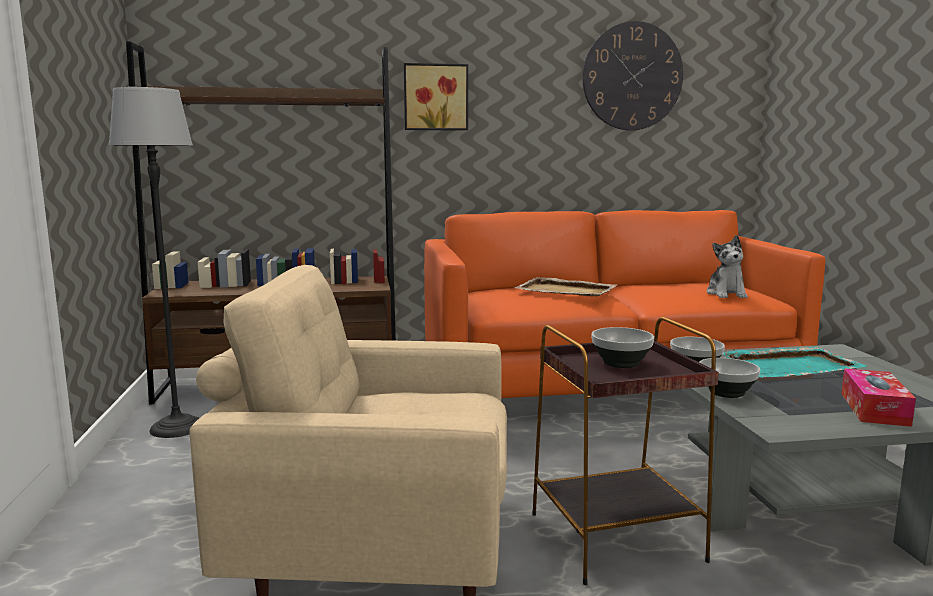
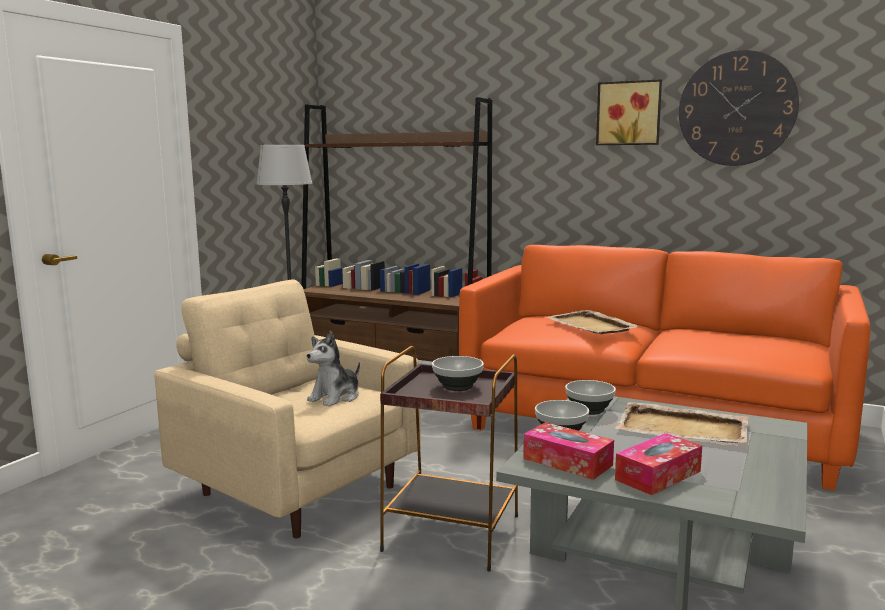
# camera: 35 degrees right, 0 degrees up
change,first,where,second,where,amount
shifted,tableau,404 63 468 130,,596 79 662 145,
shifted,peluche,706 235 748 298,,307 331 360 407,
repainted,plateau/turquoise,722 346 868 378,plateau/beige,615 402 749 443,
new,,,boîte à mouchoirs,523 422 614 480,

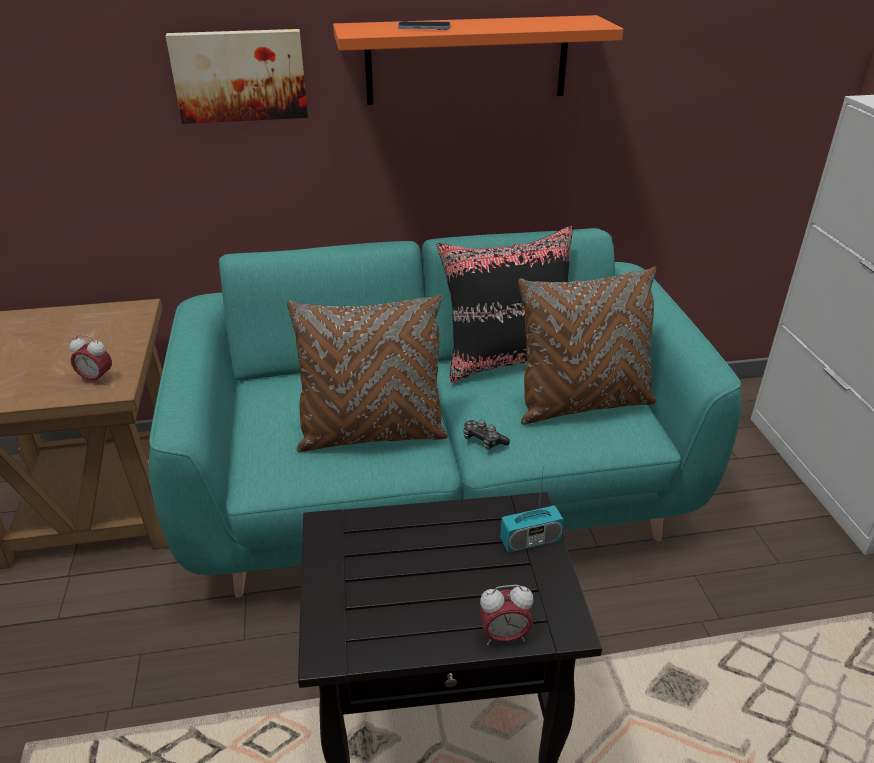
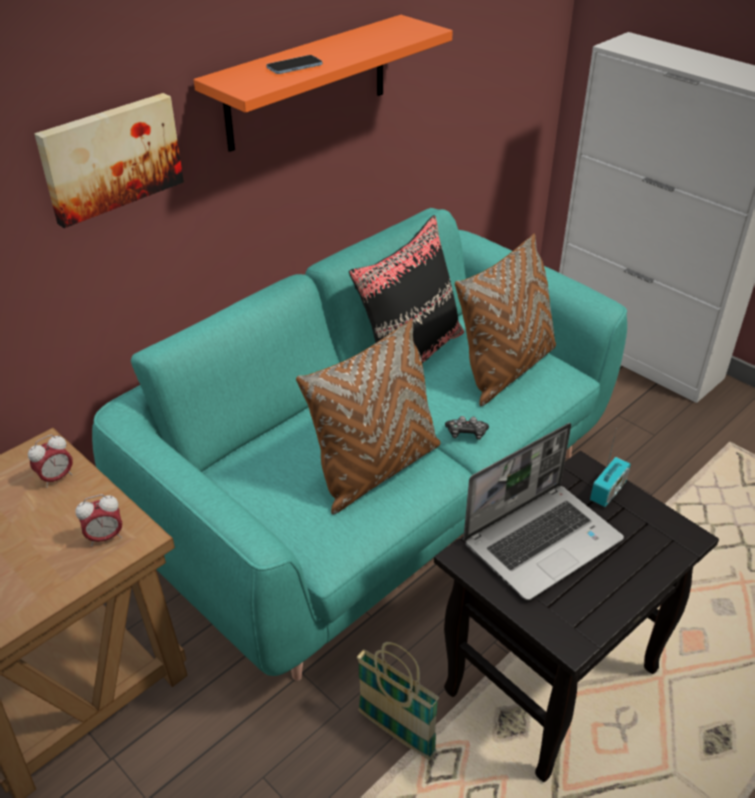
# camera: 35 degrees left, 5 degrees up
change,first,where,second,where,amount
shifted,réveil,479 585 534 645,,28 435 73 488,
new,,,ordinateur portable,463 423 624 600,
new,,,panier,356 642 439 760,

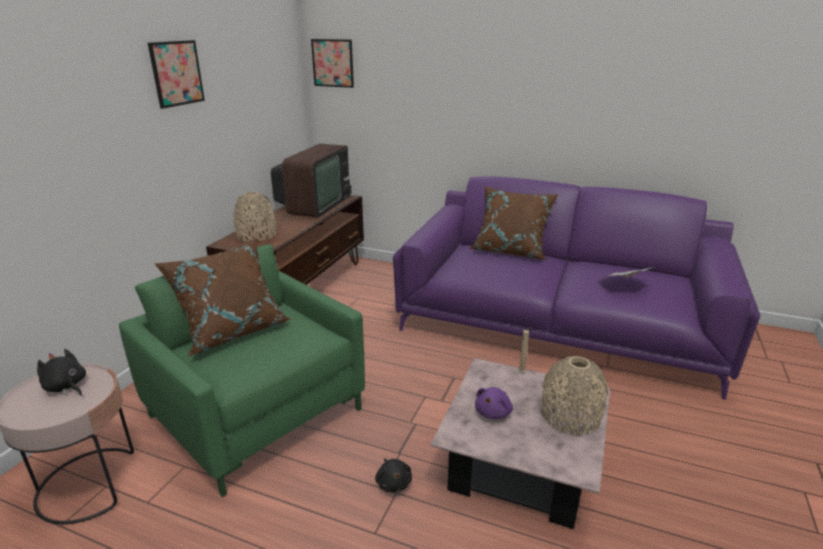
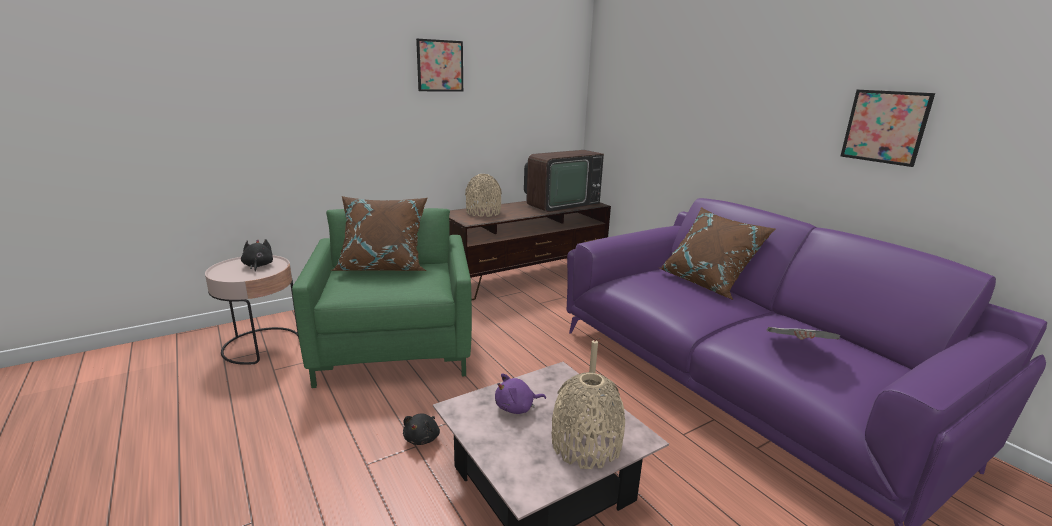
# camera: 35 degrees right, 5 degrees down
change,first,where,second,where,amount
shifted,tableau,311 39 354 88,,841 90 935 167,

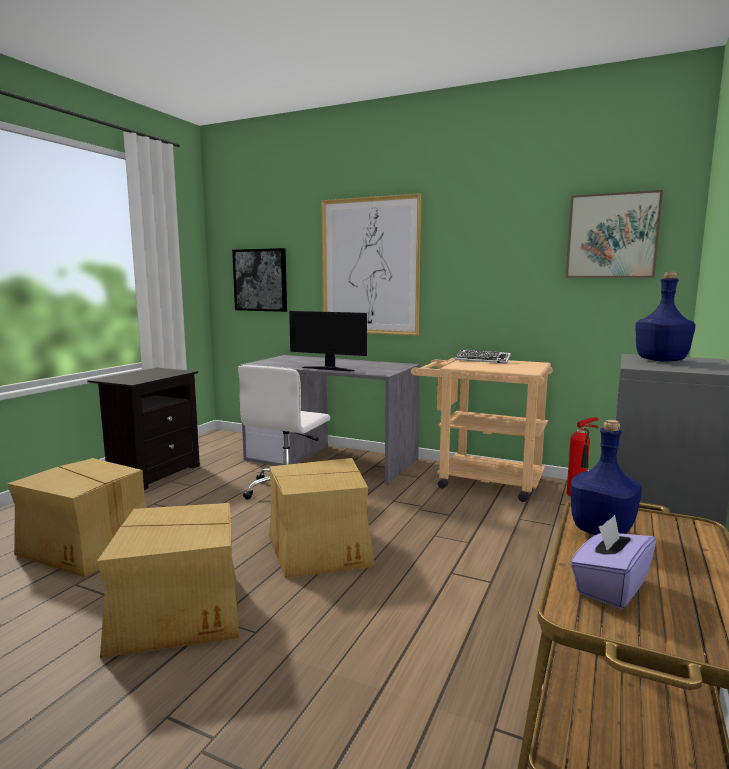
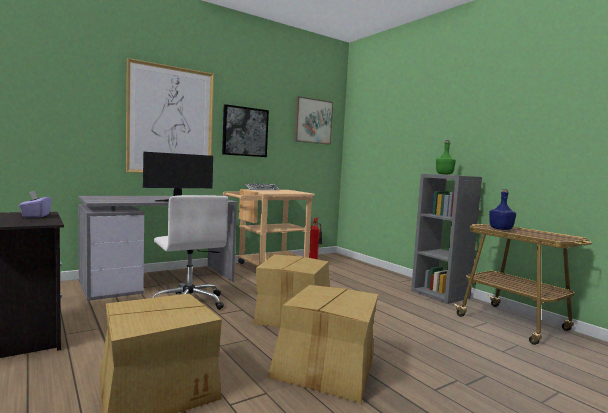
# camera: 60 degrees left, 5 degrees down
change,first,where,second,where,amount
shifted,tableau,232 248 287 312,,222 104 269 157,
repainted,bouteille/bleu,635 271 696 361,bouteille/vert,436 140 456 175,
shifted,boîte à mouchoirs/violet,570 515 656 609,,19 191 52 218,

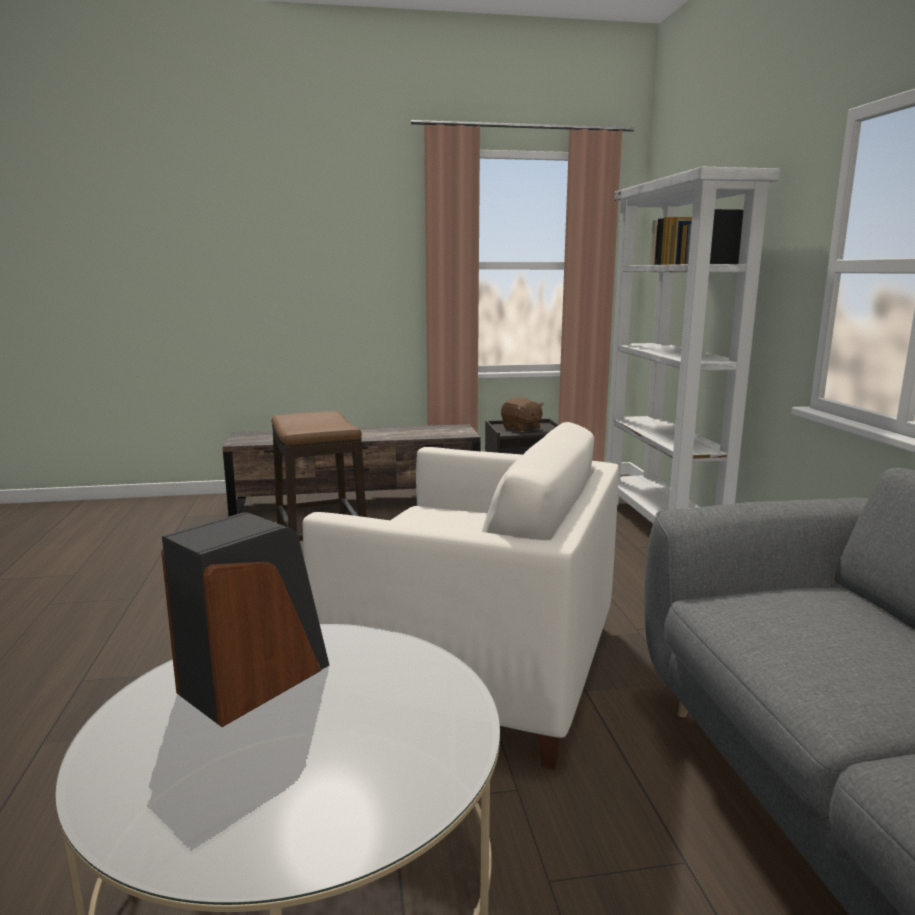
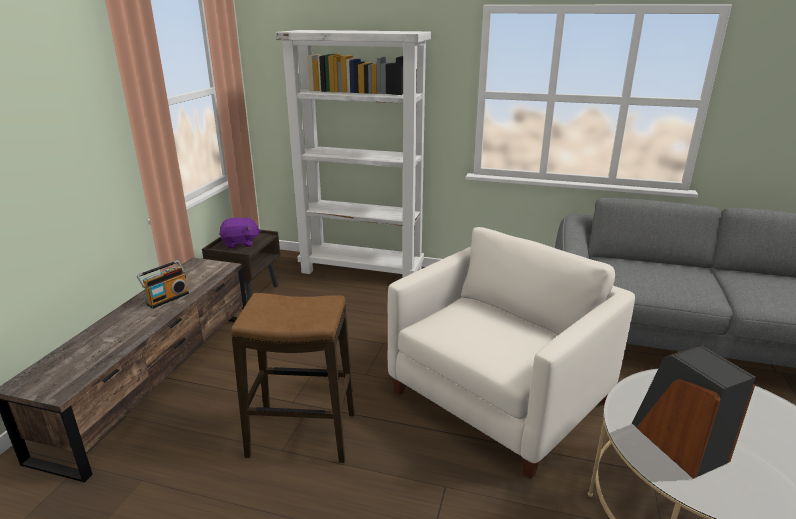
# camera: 65 degrees left, 10 degrees up
change,first,where,second,where,amount
repainted,peluche/marron,501 397 543 432,peluche/violet,219 217 261 248,
new,,,radio,137 260 189 309,

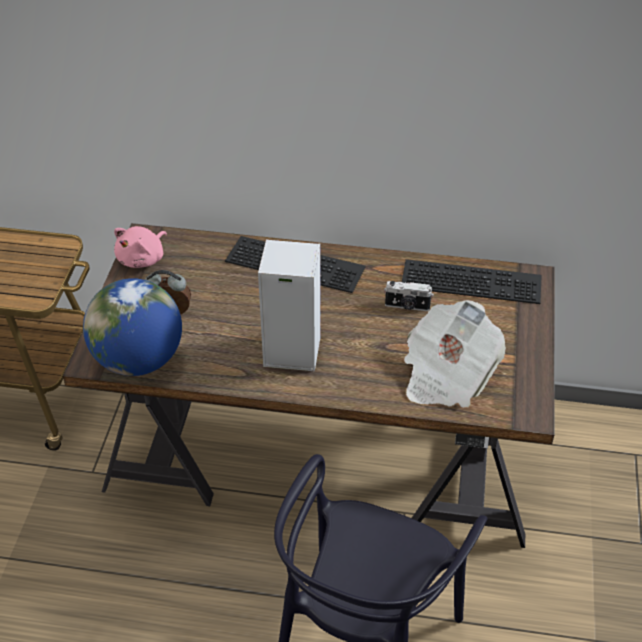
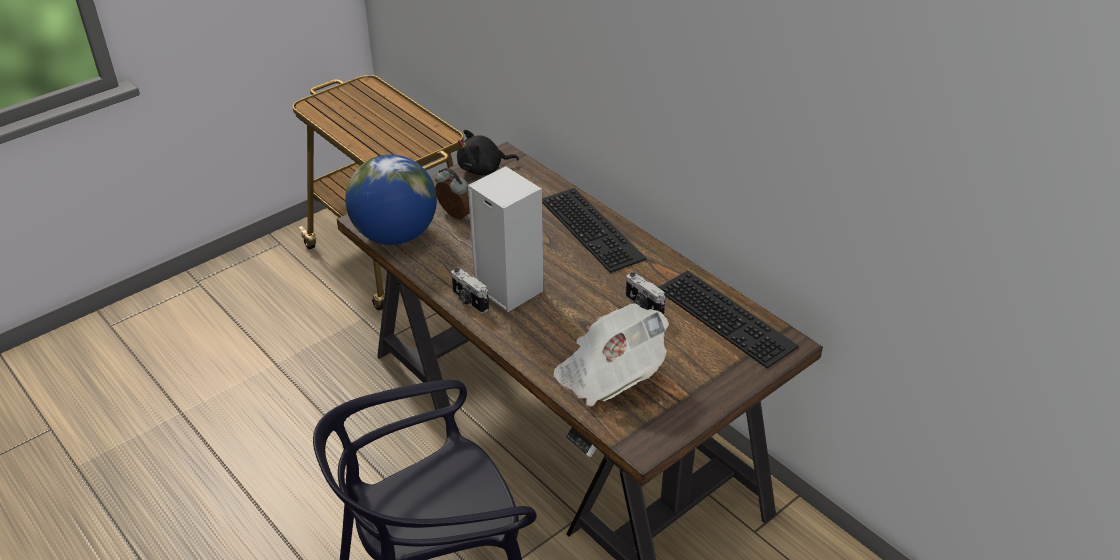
# camera: 40 degrees right, 5 degrees down
change,first,where,second,where,amount
repainted,peluche/rose,114 226 167 268,peluche/noir,457 130 519 176,
new,,,appareil photo,451 267 489 314,

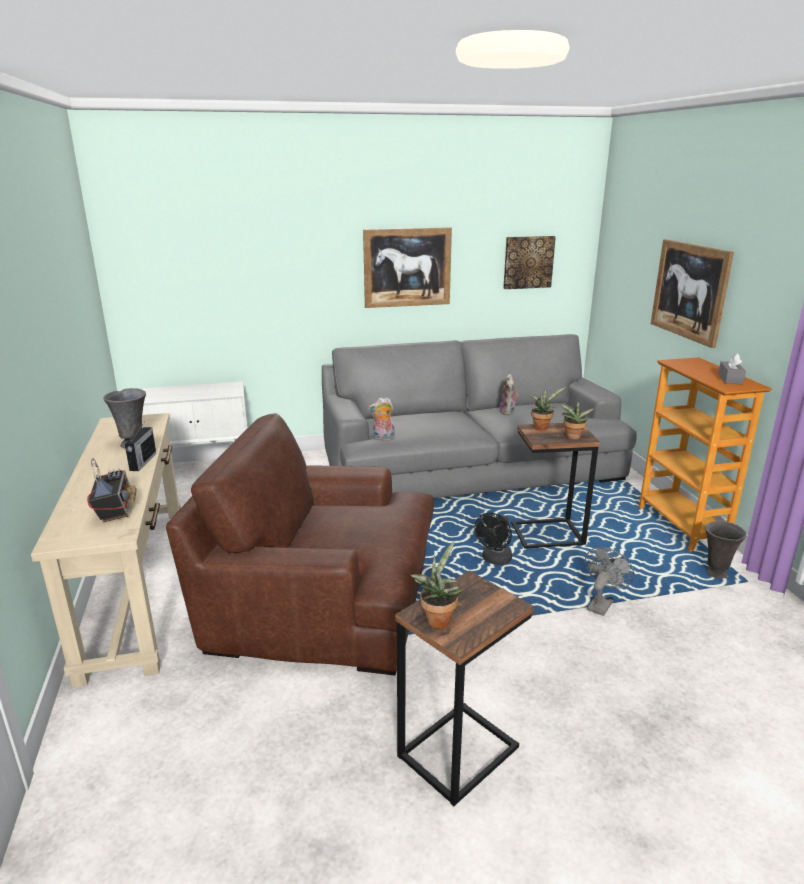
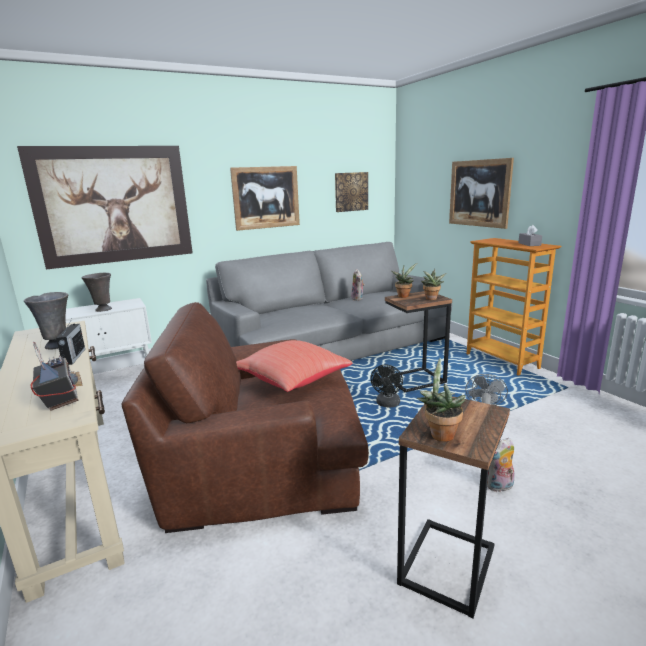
# camera: 15 degrees left, 5 degrees down
change,first,where,second,where,amount
shifted,peluche,368 397 395 441,,487 438 514 492,
shifted,vase/gris,705 521 747 579,,81 273 112 312,
new,,,tableau,17 146 193 269,
new,,,coussin/rouge,236 340 352 392,

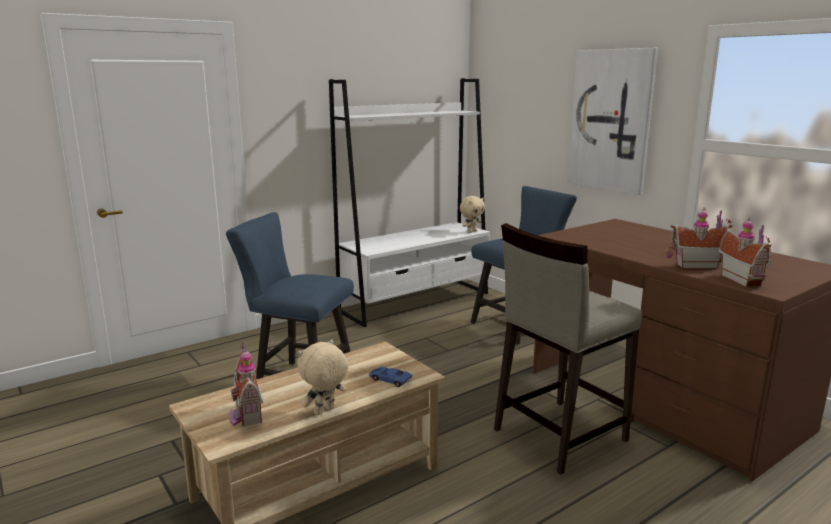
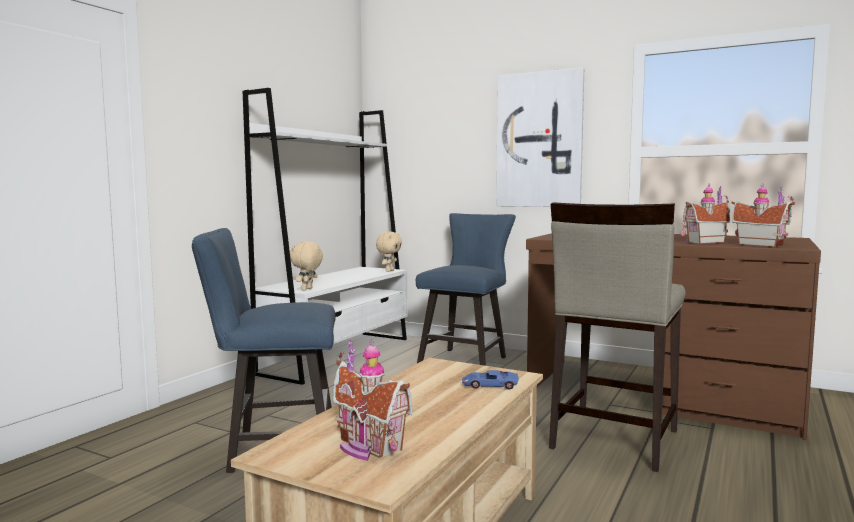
# camera: 25 degrees left, 10 degrees down
change,first,where,second,where,amount
shifted,peluche/beige,297 339 349 415,,290 241 323 291,

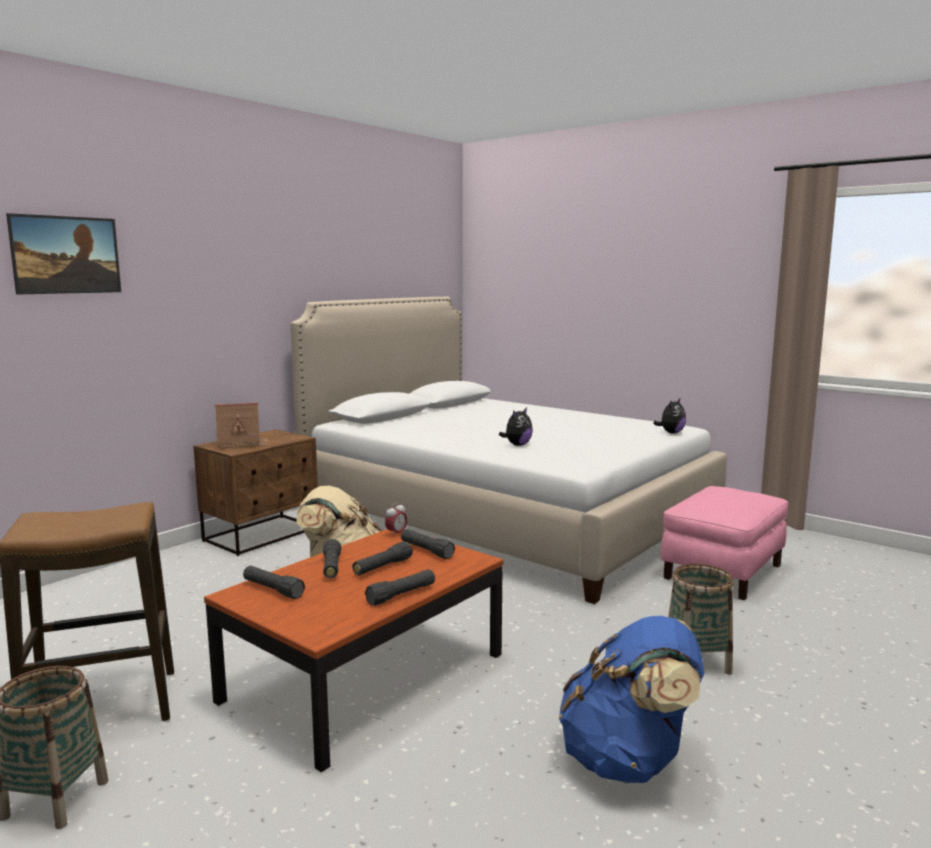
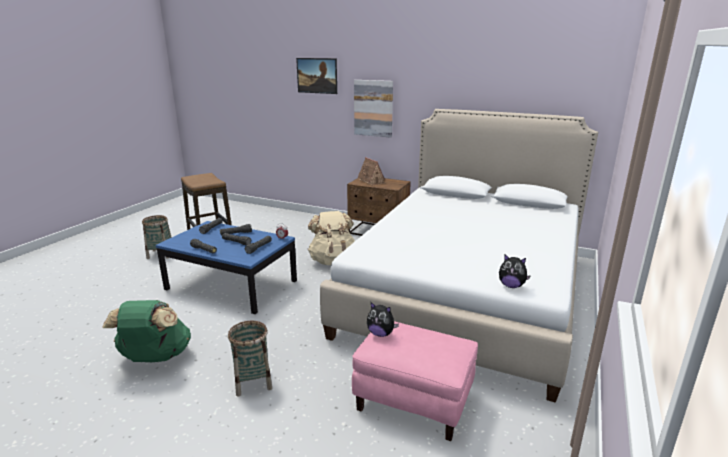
# camera: 75 degrees right, 10 degrees up
change,first,where,second,where,amount
shifted,peluche,499 407 533 446,,367 302 399 337,
repainted,table basse/marron,204 529 503 772,table basse/bleu,156 221 297 314,
repainted,sac à dos/bleu,559 616 704 783,sac à dos/vert,102 300 191 362,
new,,,tableau,354 80 393 138,

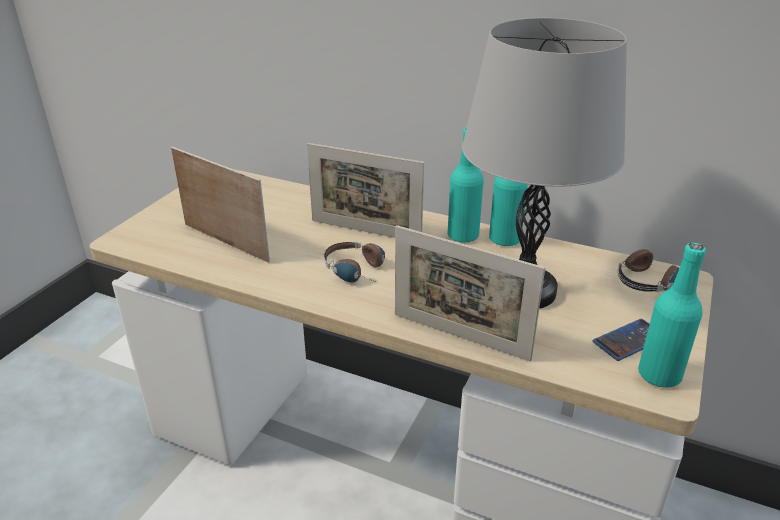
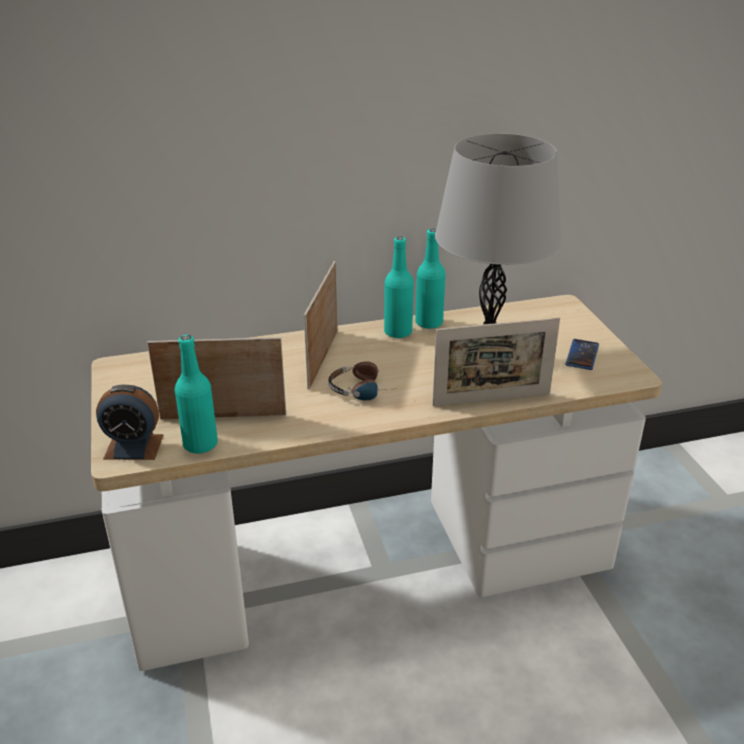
# camera: 40 degrees left, 0 degrees up
change,first,where,second,where,amount
rotated,cadre photo,307 143 424 238,,304 261 338 390,120 degrees clockwise
shifted,bouteille/turquoise,638 243 706 388,,175 335 218 453,
gone,casque audio,618 249 679 292,,,
new,,,réveil,96 385 164 460,

